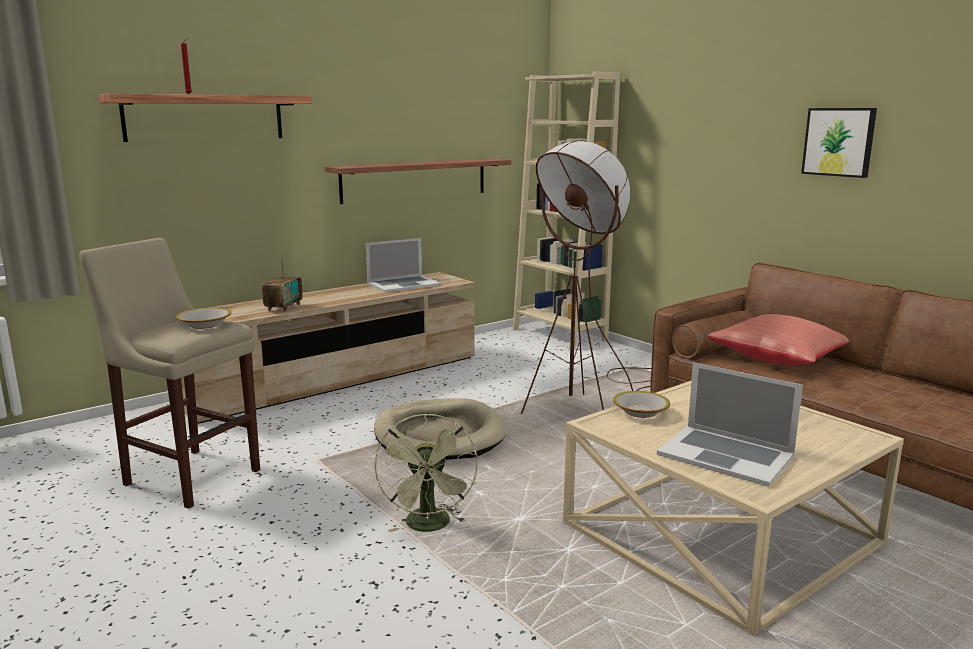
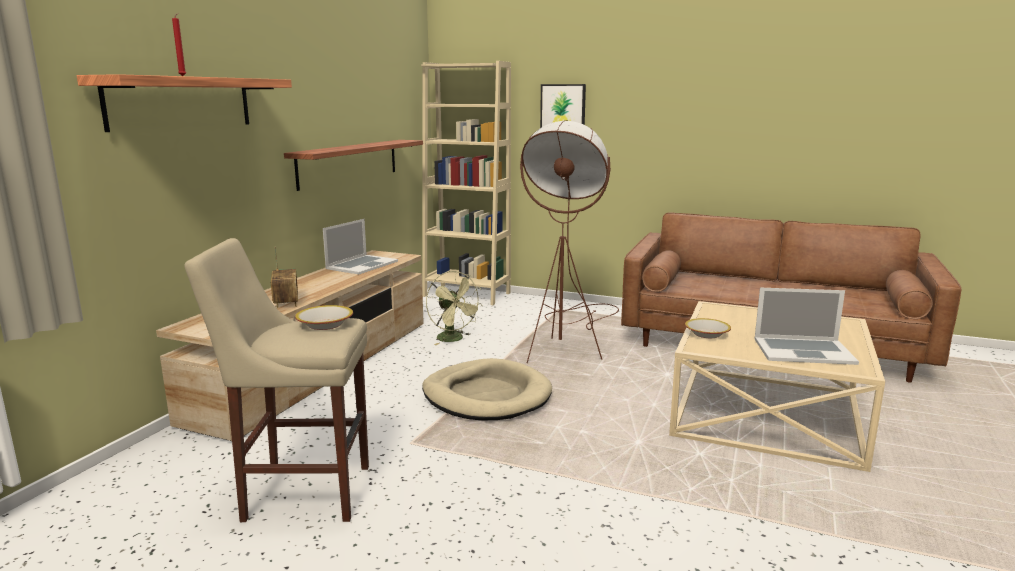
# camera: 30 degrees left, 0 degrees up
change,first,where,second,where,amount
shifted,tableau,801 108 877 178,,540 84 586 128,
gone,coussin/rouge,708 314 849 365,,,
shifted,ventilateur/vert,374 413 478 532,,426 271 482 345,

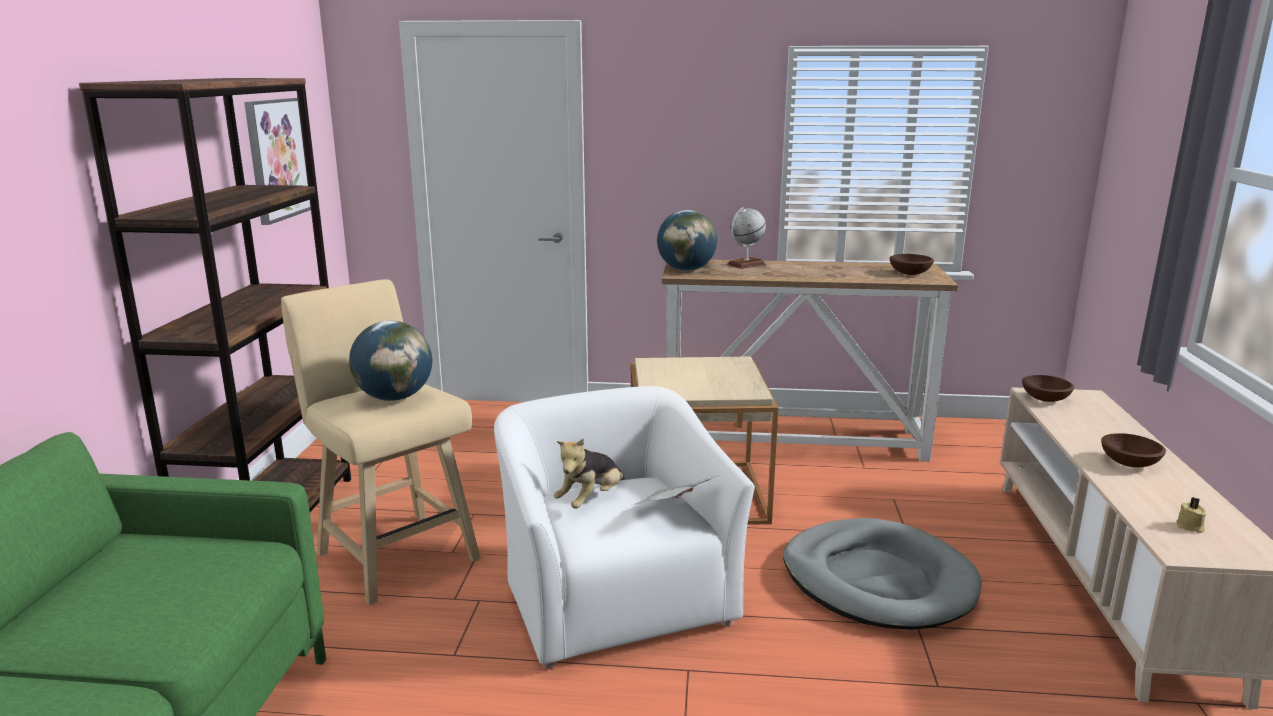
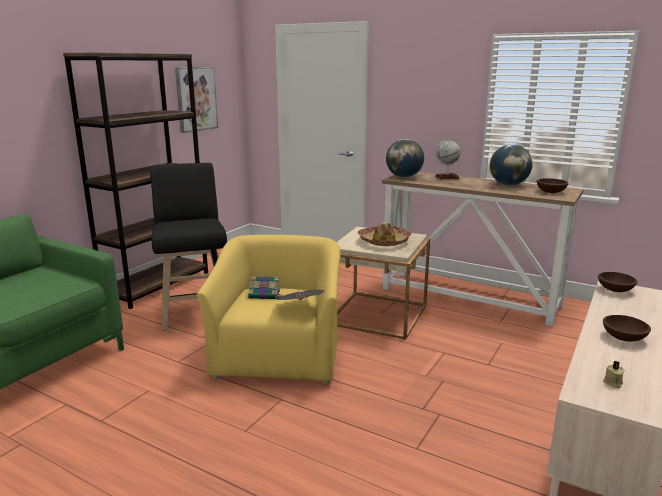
# camera: 25 degrees right, 0 degrees up
change,first,where,second,where,amount
repainted,tabouret/beige,281 279 481 605,tabouret/noir,150 163 227 331,
shifted,globe,349 321 432 401,,490 144 533 186,
repainted,fauteuil/blanc,494 386 755 669,fauteuil/jaune,197 235 341 385,
swapped,peluche,553 438 624 508,livre,248 276 281 299,
gone,panier pour chien/gris,783 518 982 630,,,
new,,,chapeau,358 222 411 246,

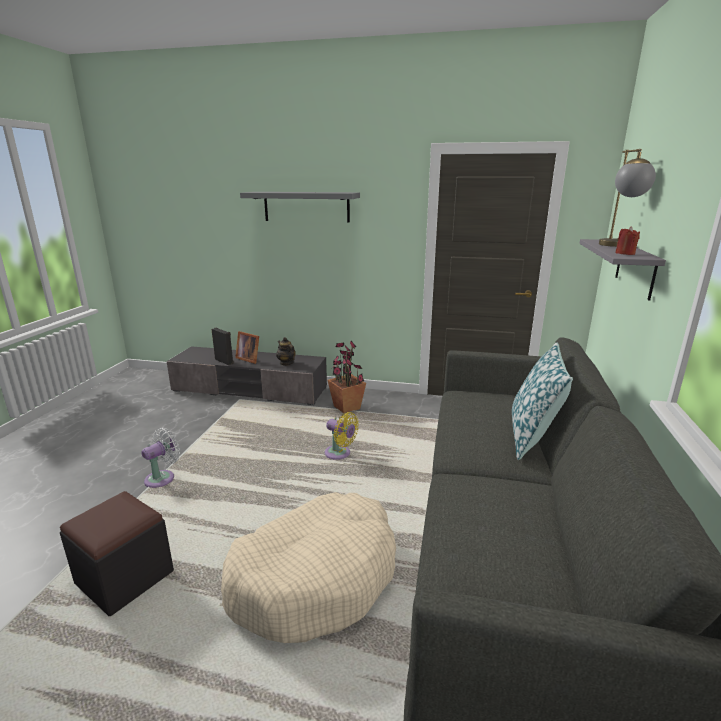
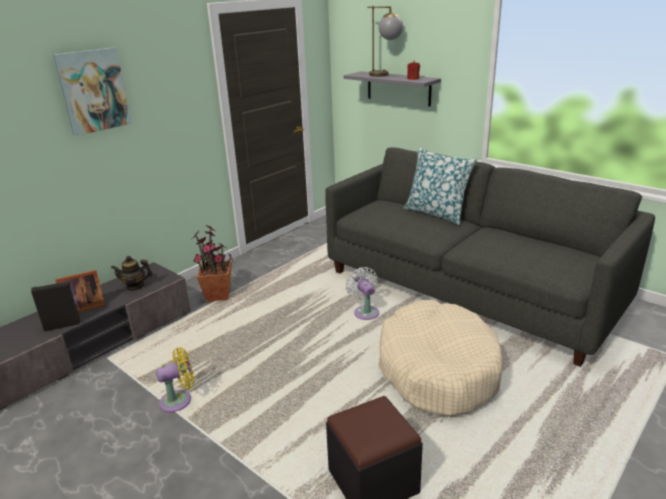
# camera: 60 degrees left, 5 degrees up
change,first,where,second,where,amount
swapped,étagère/gris,240 192 360 223,tableau,53 47 132 136,
shifted,ventilateur/jaune,325 412 359 460,,156 347 194 413,
shifted,ventilateur/blanc,141 428 180 488,,346 267 379 320,

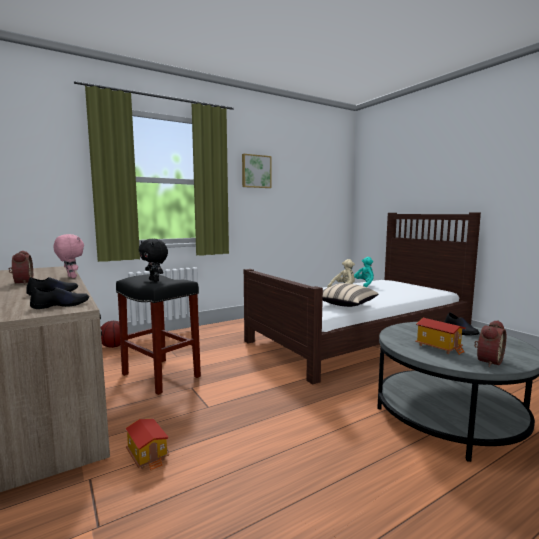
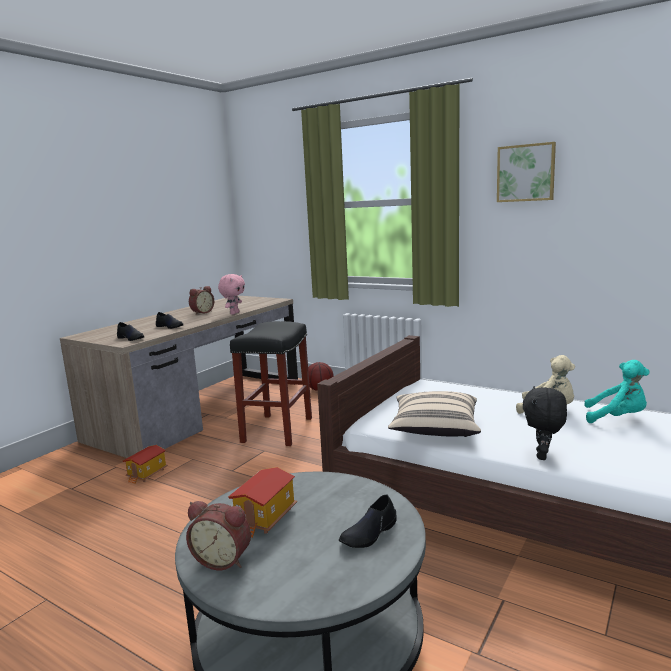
# camera: 65 degrees right, 5 degrees up
change,first,where,second,where,amount
shifted,peluche/noir,139 239 168 282,,523 386 567 460,

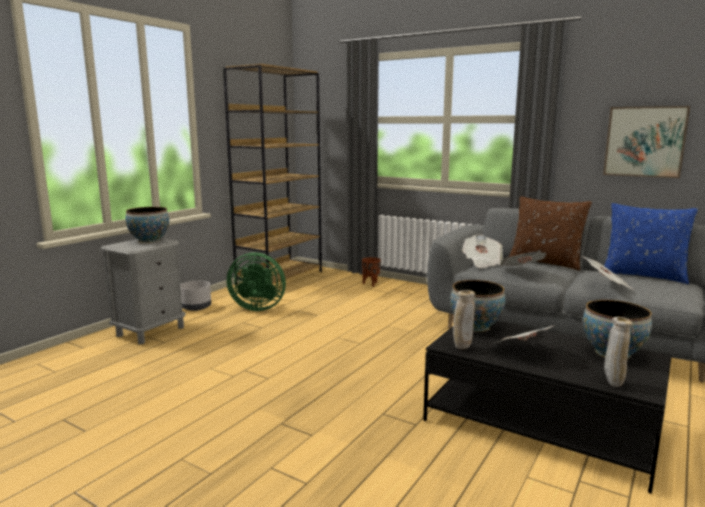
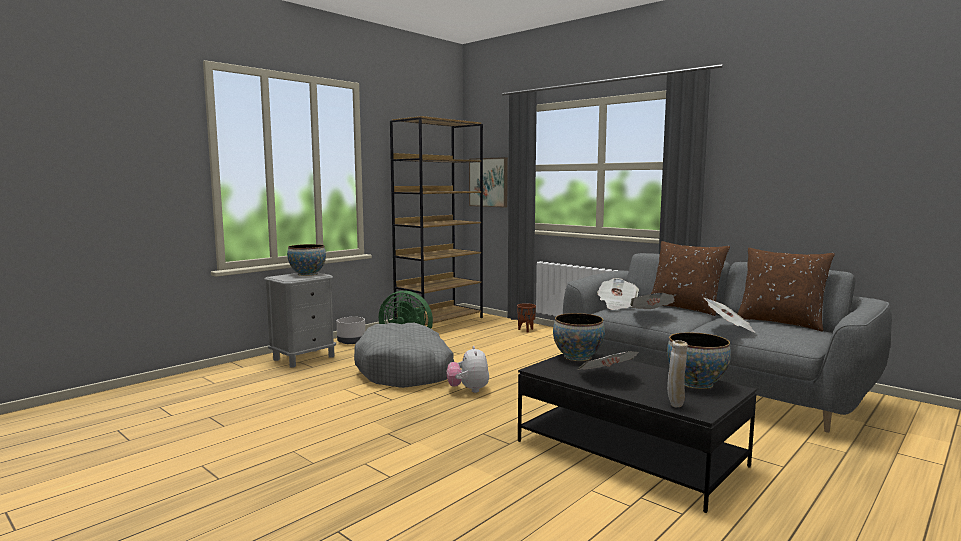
# camera: 10 degrees right, 5 degrees down
change,first,where,second,where,amount
shifted,tableau,603 106 690 178,,469 157 508 207,
repainted,coussin/bleu,604 203 698 284,coussin/marron,737 248 835 331,
gone,vase/beige,453 290 475 349,,,
new,,,panier pour chien/gris,354 323 454 388,
new,,,peluche,447 346 489 393,

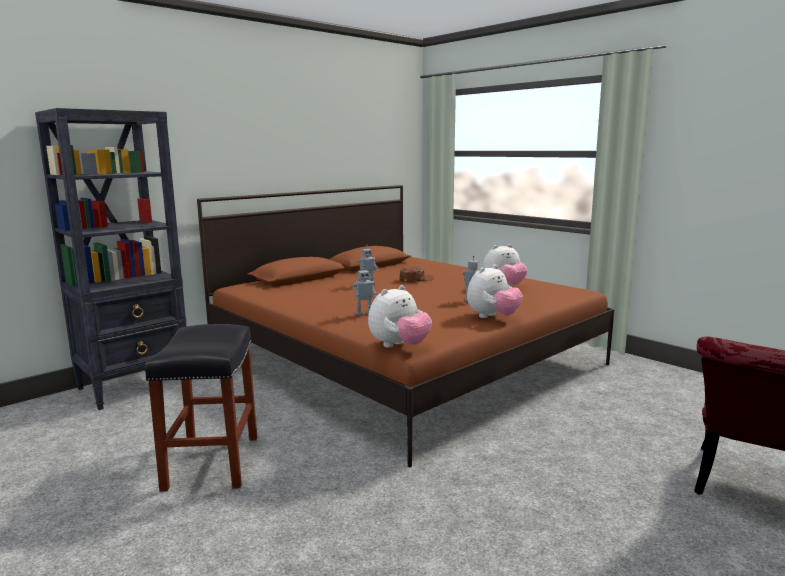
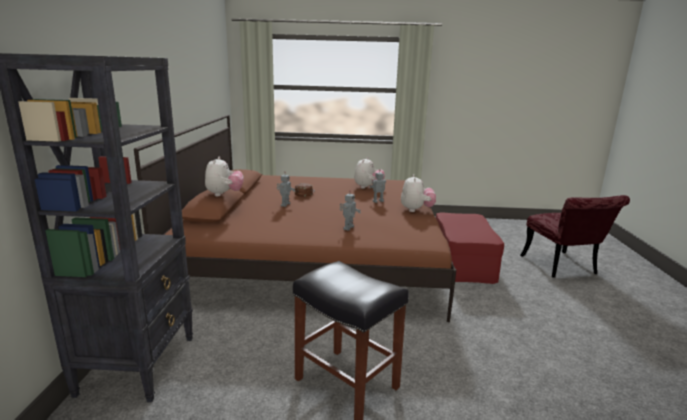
# camera: 45 degrees left, 5 degrees up
change,first,where,second,where,amount
shifted,peluche,368 285 432 348,,205 157 244 196,
new,,,pouf/rouge,436 212 504 284,

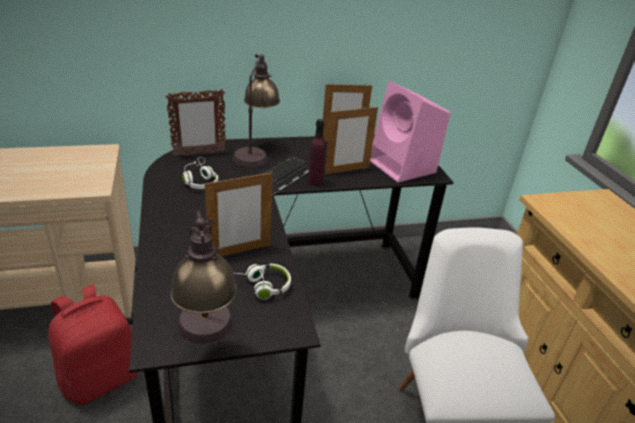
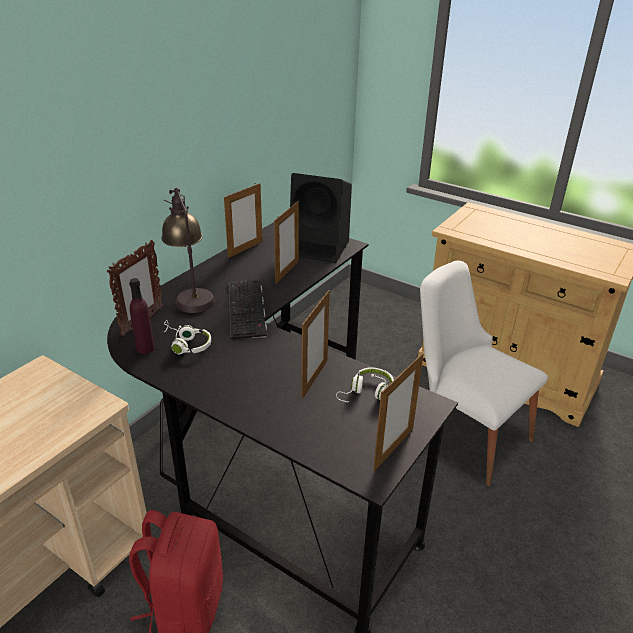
# camera: 40 degrees left, 0 degrees up
change,first,where,second,where,amount
repainted,enceinte/rose,370 81 450 183,enceinte/noir,290 173 352 263,
shifted,bouteille/violet,308 119 326 186,,129 278 155 354,
swapped,lampe de table,170 211 237 343,cadre photo,373 353 424 472,

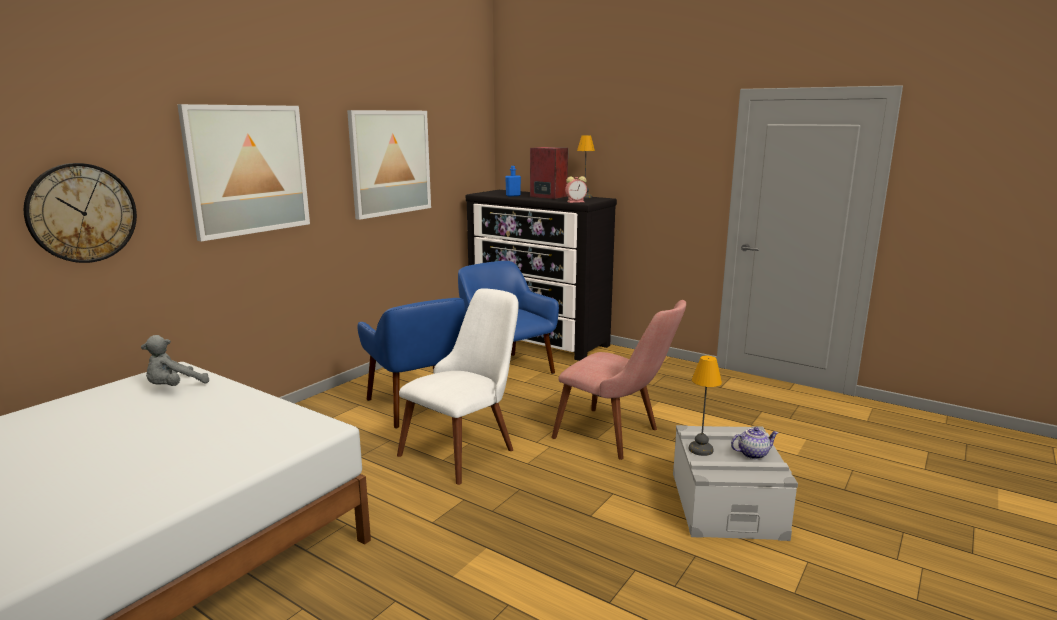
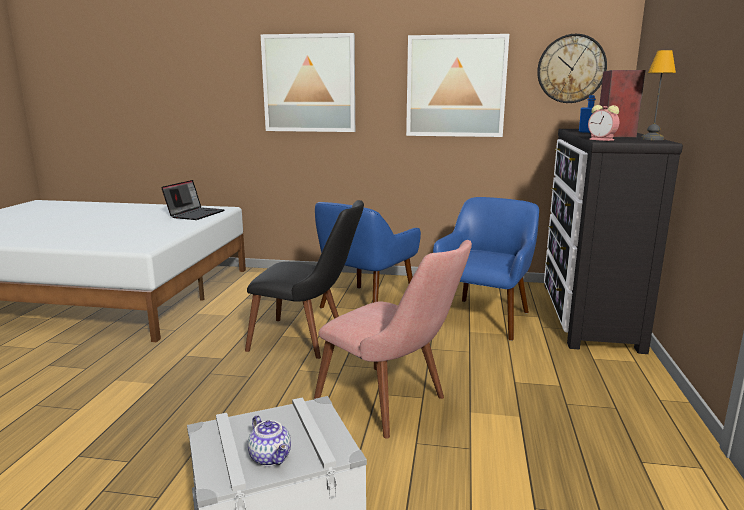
# camera: 65 degrees right, 0 degrees up
change,first,where,second,where,amount
shifted,horloge murale,24 163 137 263,,537 34 607 103,
repainted,chaise/blanc,397 288 519 485,chaise/noir,245 200 364 359,
rotated,chaise/rose,551 300 686 460,,314 240 472 439,60 degrees counterclockwise
swapped,peluche/gris,141 335 209 386,ordinateur portable,161 180 225 220,
gone,lampe de table,689 356 722 456,,,

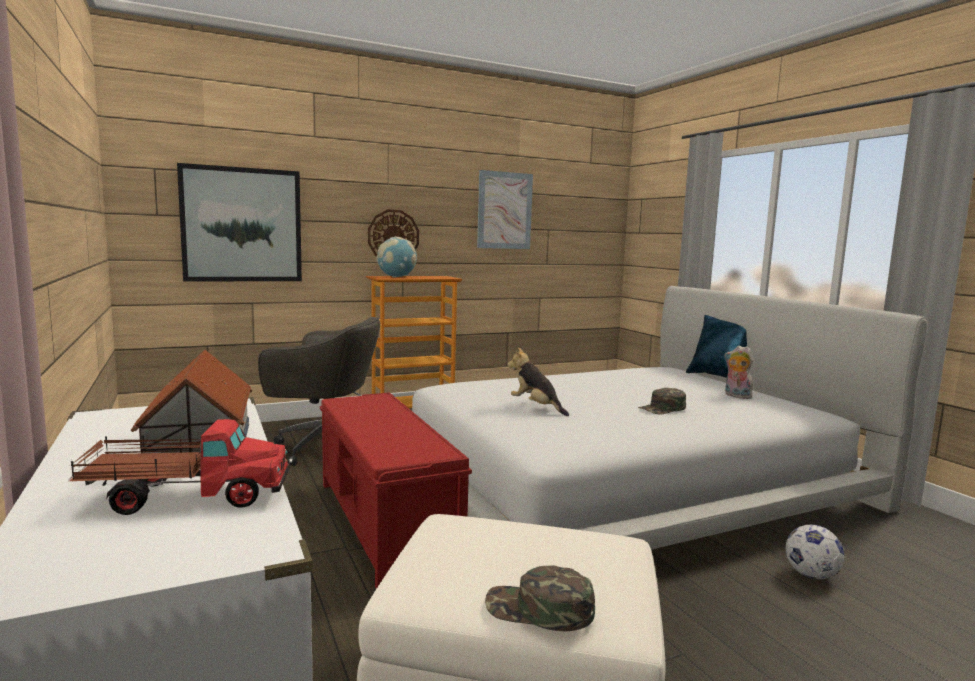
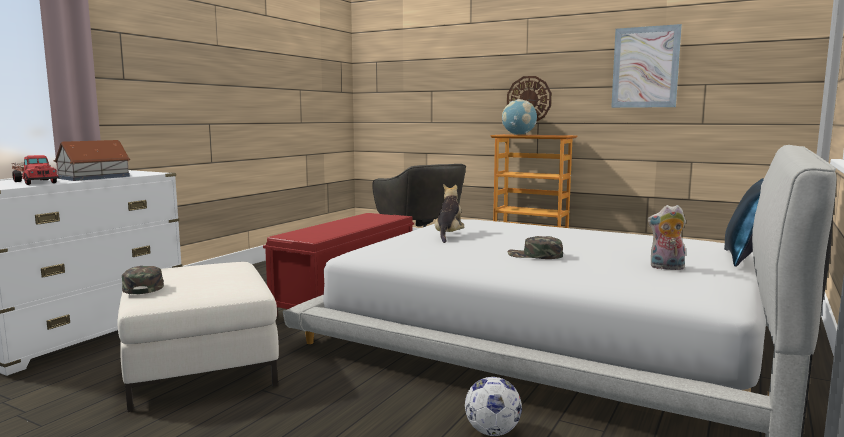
# camera: 55 degrees right, 0 degrees up
change,first,where,second,where,amount
gone,tableau,177 163 302 282,,,
rotated,peluche,724 345 753 399,,647 205 686 270,90 degrees counterclockwise

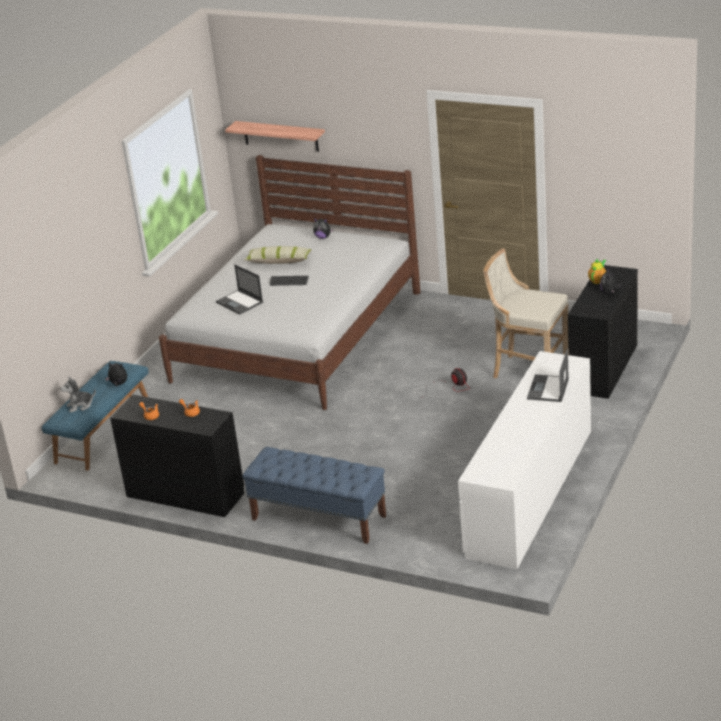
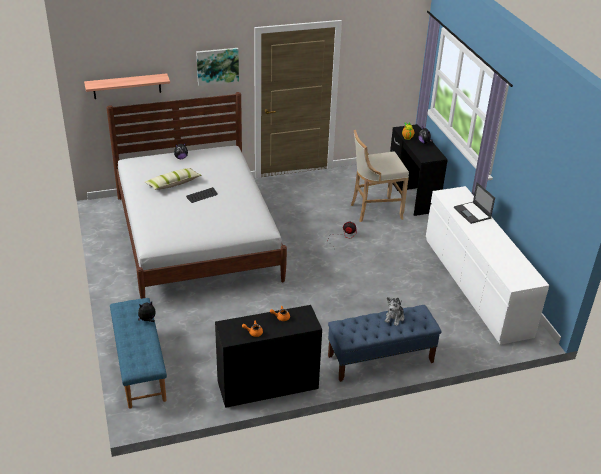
# camera: 45 degrees left, 5 degrees up
change,first,where,second,where,amount
gone,ordinateur portable,216 264 263 314,,,
shifted,peluche,60 377 96 413,,385 297 404 326,
new,,,tableau,196 48 239 86,

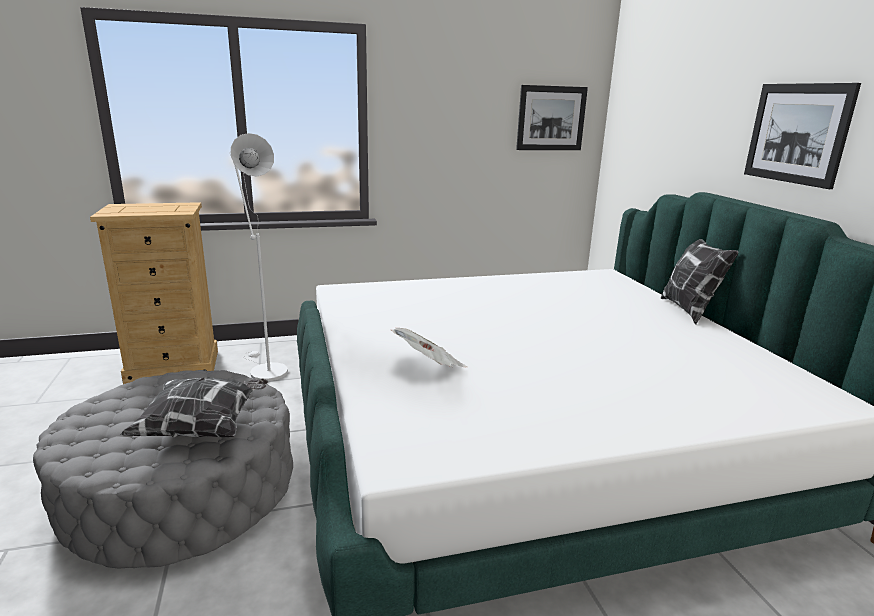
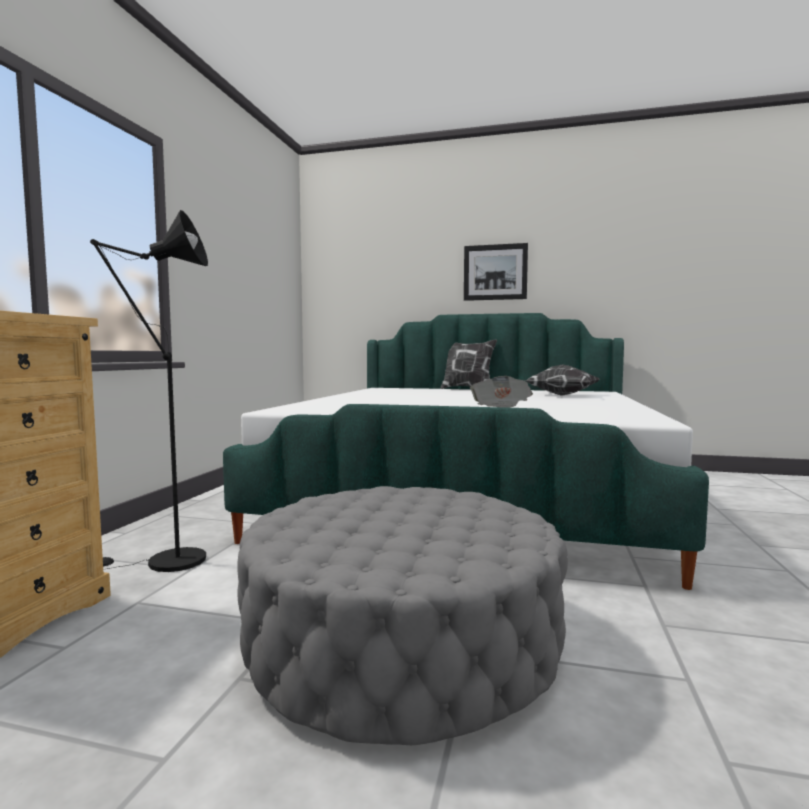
# camera: 60 degrees left, 15 degrees down
change,first,where,second,where,amount
gone,tableau,516 85 588 150,,,
repainted,lampadaire/blanc,229 133 288 381,lampadaire/noir,90 210 208 572,
shifted,coussin,120 377 268 437,,525 364 600 396,

